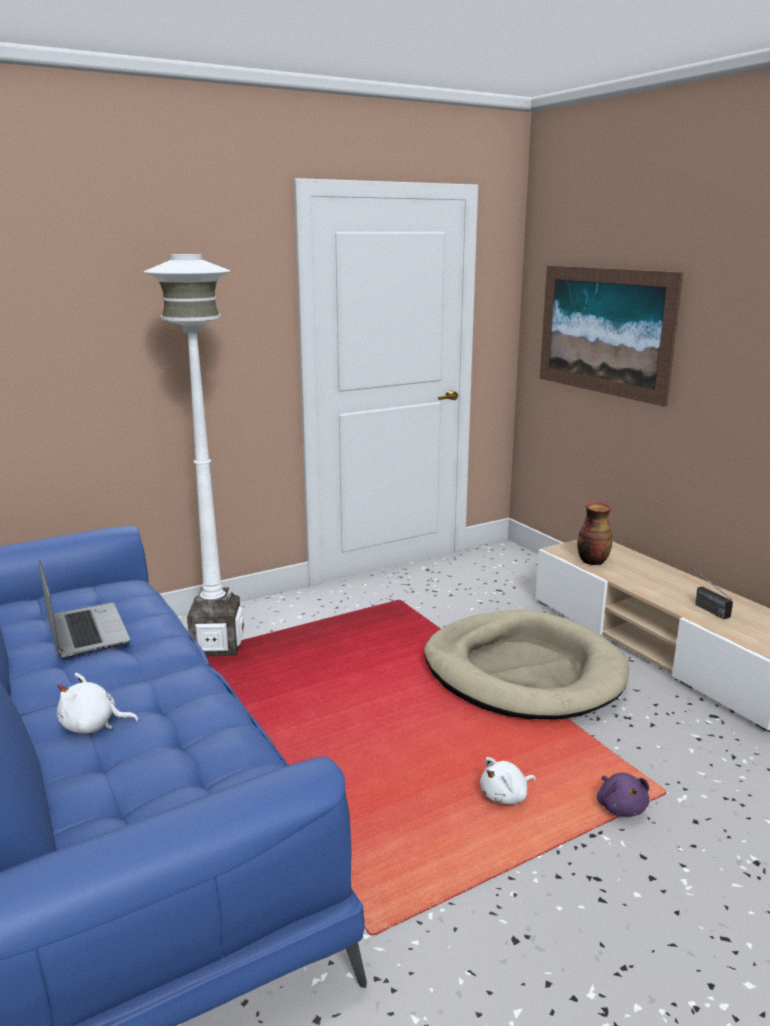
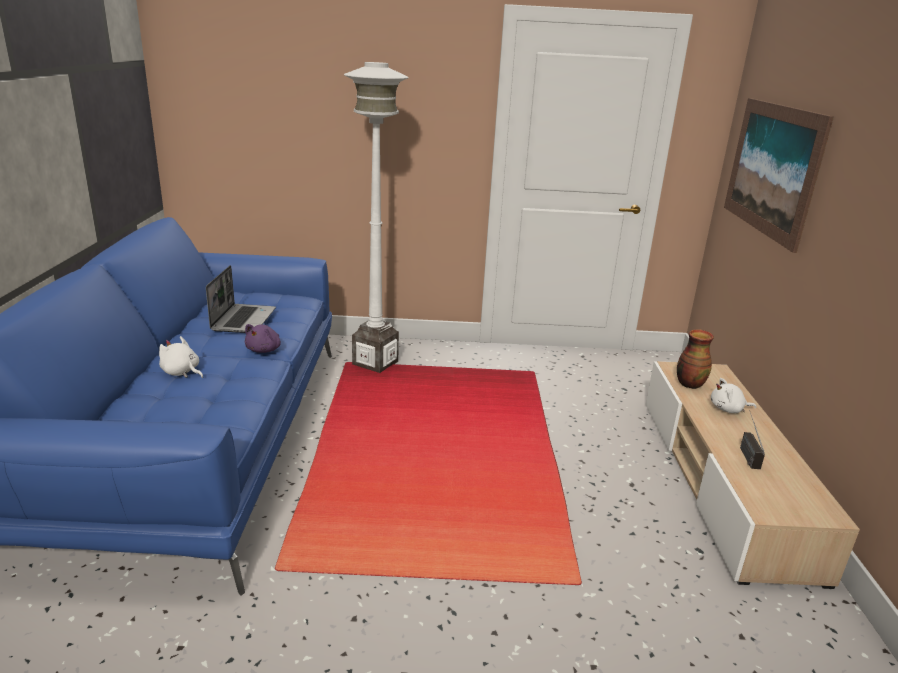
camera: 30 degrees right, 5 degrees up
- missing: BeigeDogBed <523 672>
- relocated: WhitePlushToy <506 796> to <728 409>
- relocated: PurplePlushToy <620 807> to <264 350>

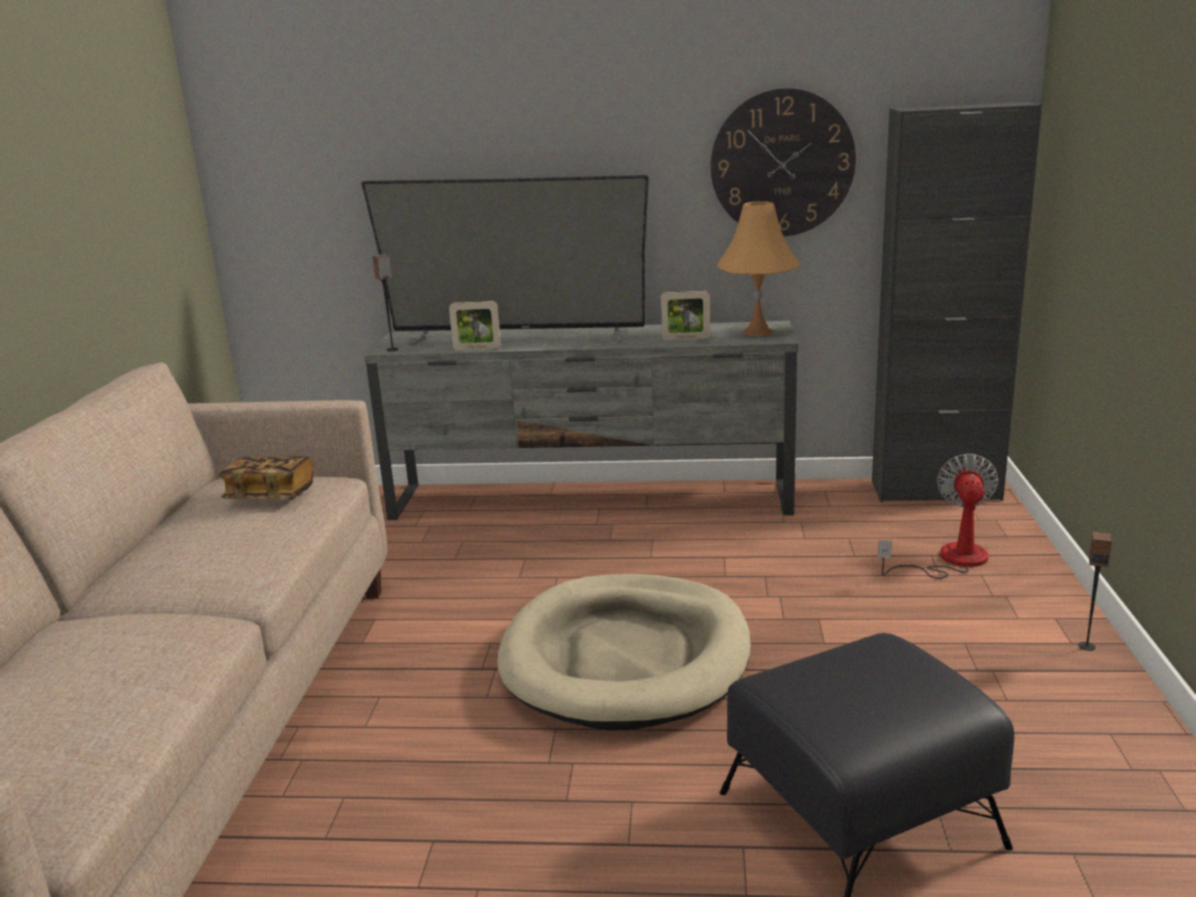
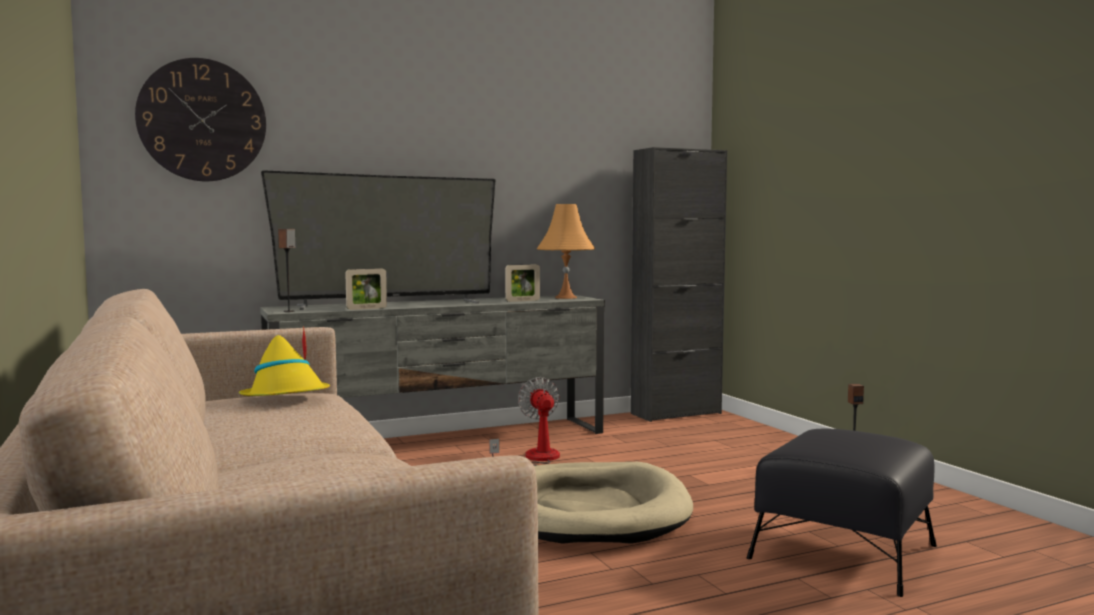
camera: 30 degrees left, 15 degrees down
- exchanged: Book <270 496> to YellowHat <287 397>
- relocated: WallClock <782 163> to <202 120>
- relocated: Fan <950 560> to <534 459>

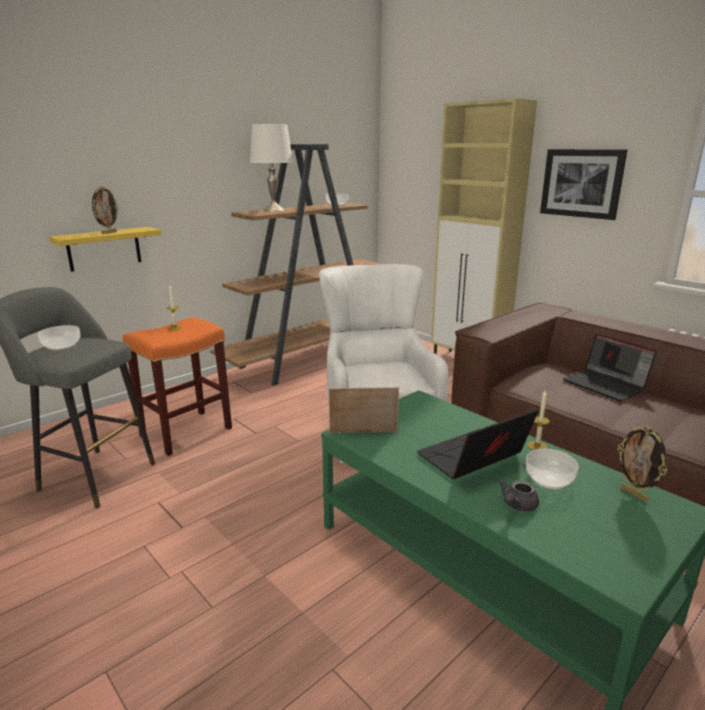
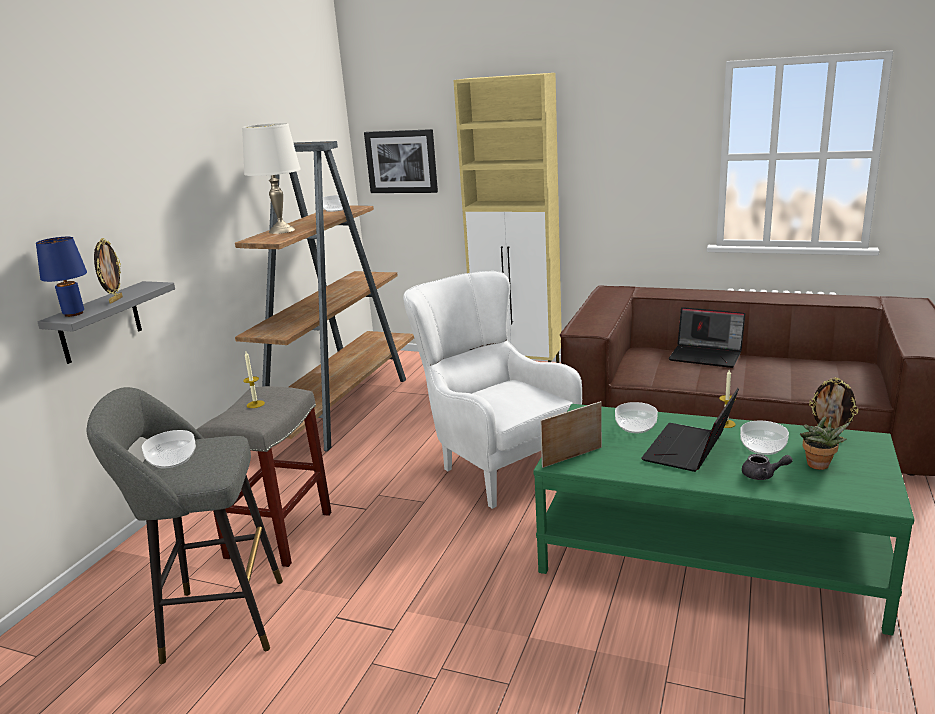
camera: 25 degrees left, 0 degrees up
- colour: YellowShelf <104 249> to GreyShelf <100 323>
- colour: OrangeStool <185 433> to GreyStool <279 535>
- spun: GreyTeapot <517 505> = <763 475> 90 degrees counterclockwise
- relocated: Picture <581 183> to <401 161>
- appeared: BlueTableLamp <73 314>
- appeared: Bowl <635 426>
- appeared: PottedPlant <818 466>

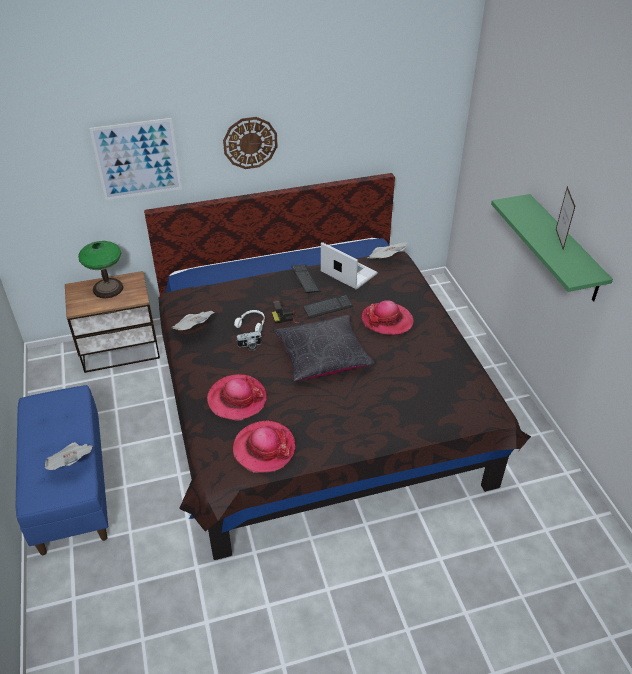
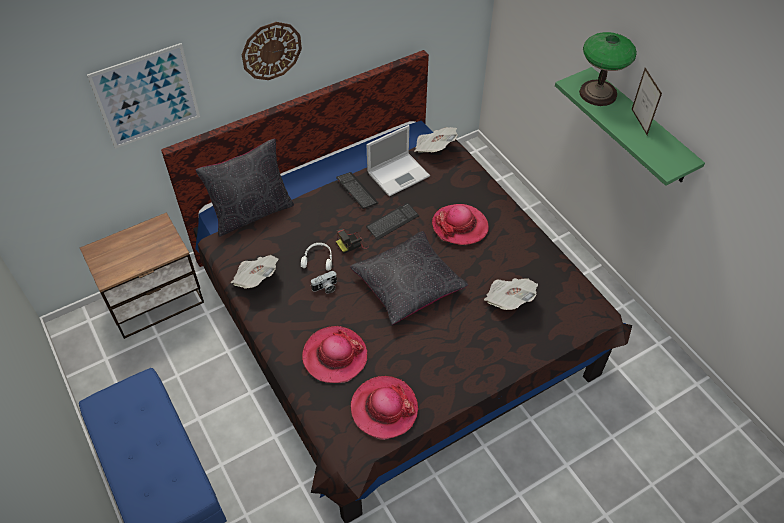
camera: 15 degrees left, 10 degrees up
- relocated: Newspaper <71 463> to <508 300>
- relocated: TableLamp <108 289> to <598 93>
- spun: Laptop <347 273> = <399 174> 120 degrees clockwise
- appeared: BlackPillow <252 212>

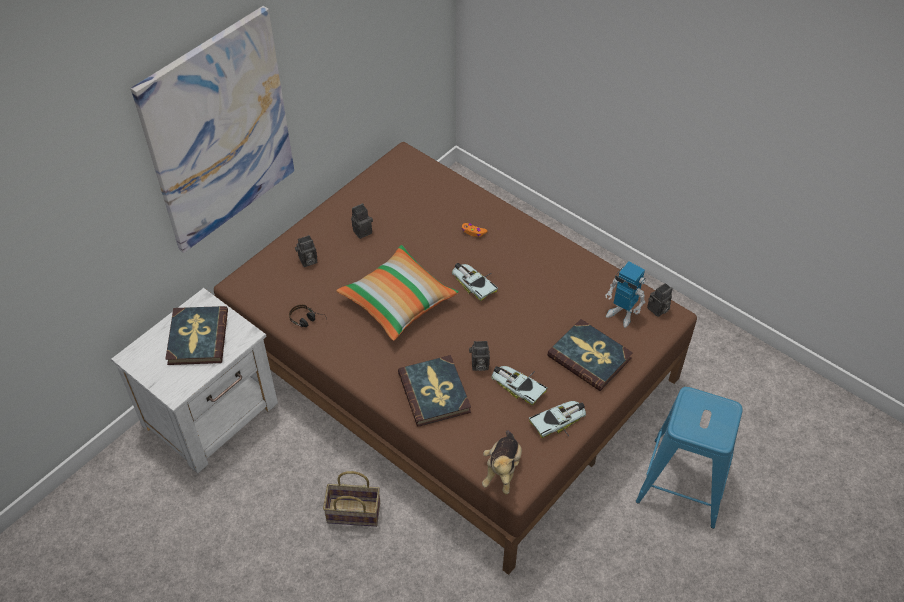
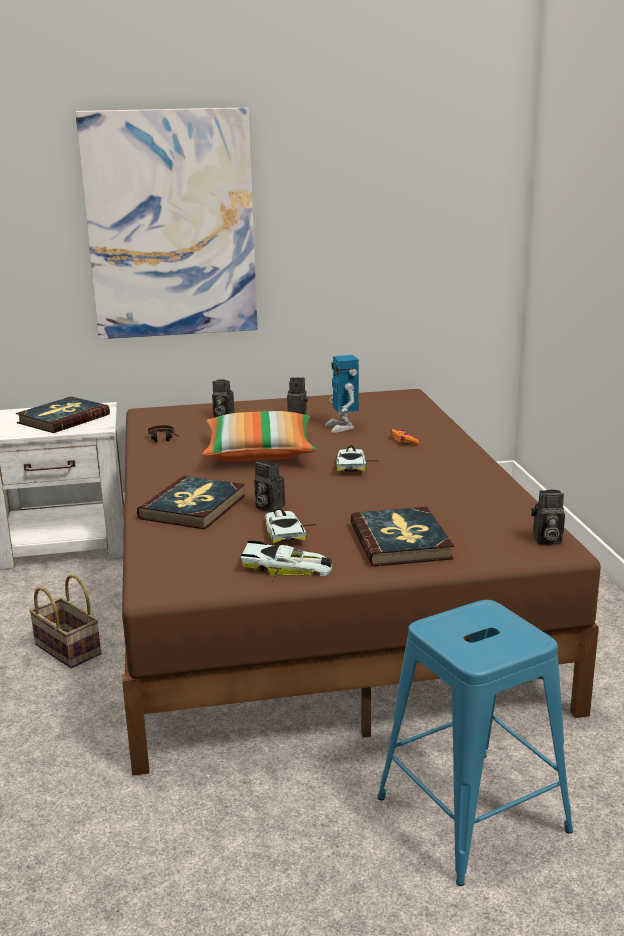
camera: 40 degrees right, 30 degrees down
- missing: PlushToy <502 470>
- relocated: ToyRobot <622 314> to <342 427>

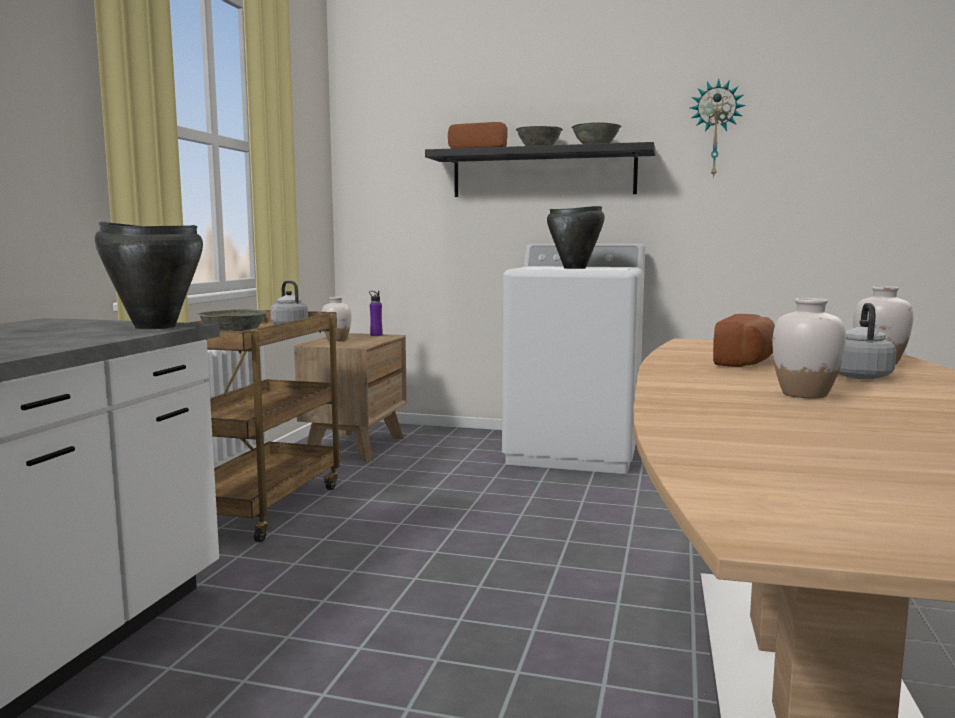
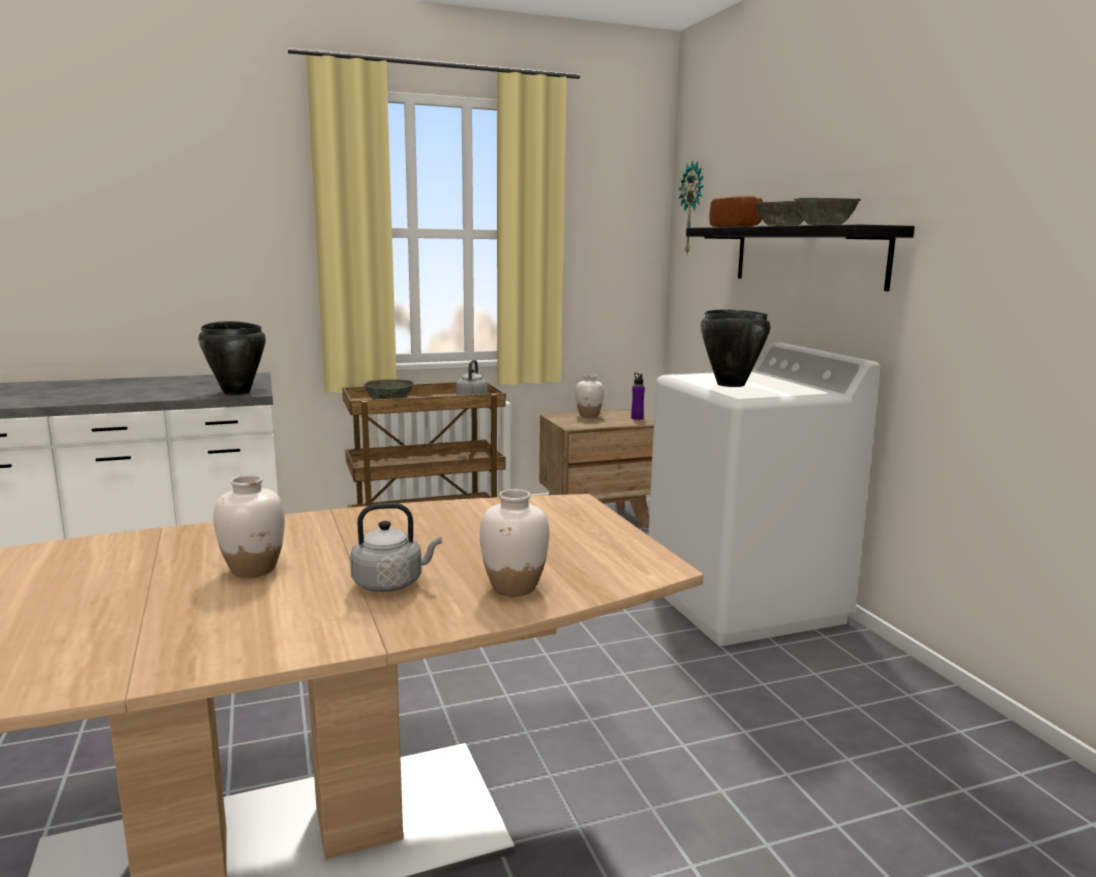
camera: 55 degrees right, 5 degrees up
- relocated: WallClock <715 129> to <693 208>
- missing: Bread <748 361>

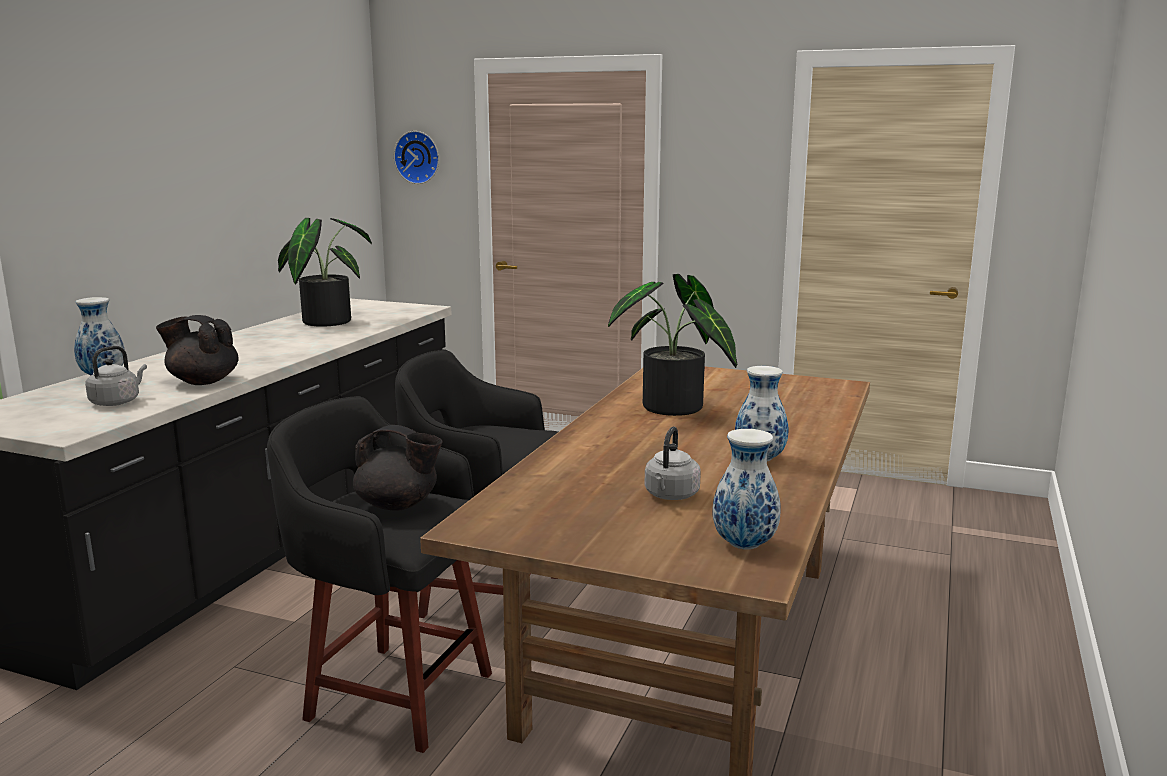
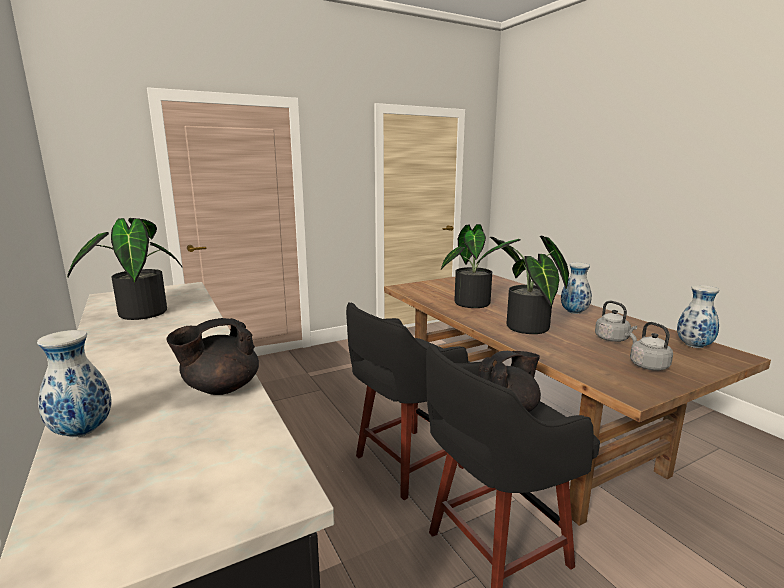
camera: 50 degrees left, 0 degrees up
- relocated: GreyKettle <117 402> to <647 365>
- missing: WallClock <418 157>
- appeared: PottedPlant <525 329>

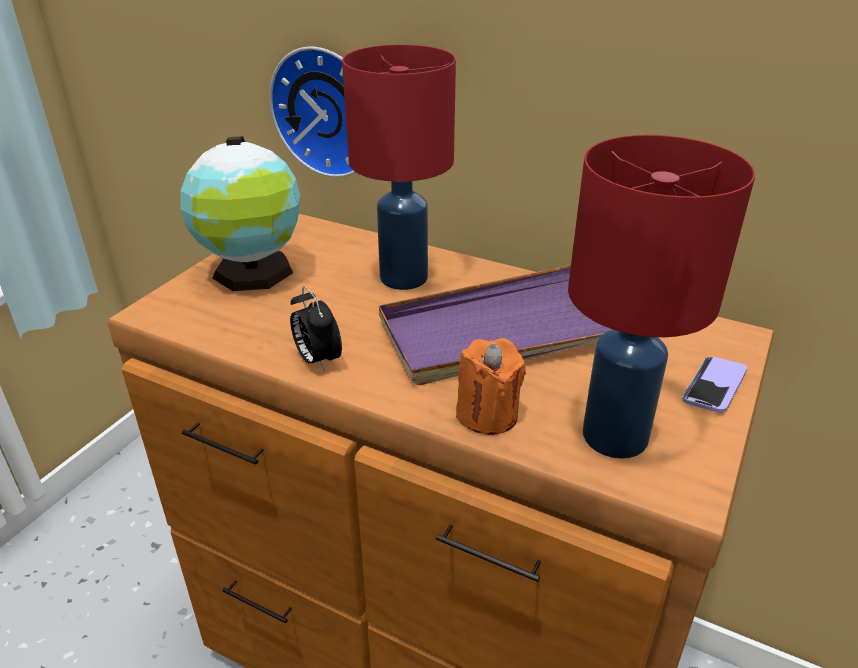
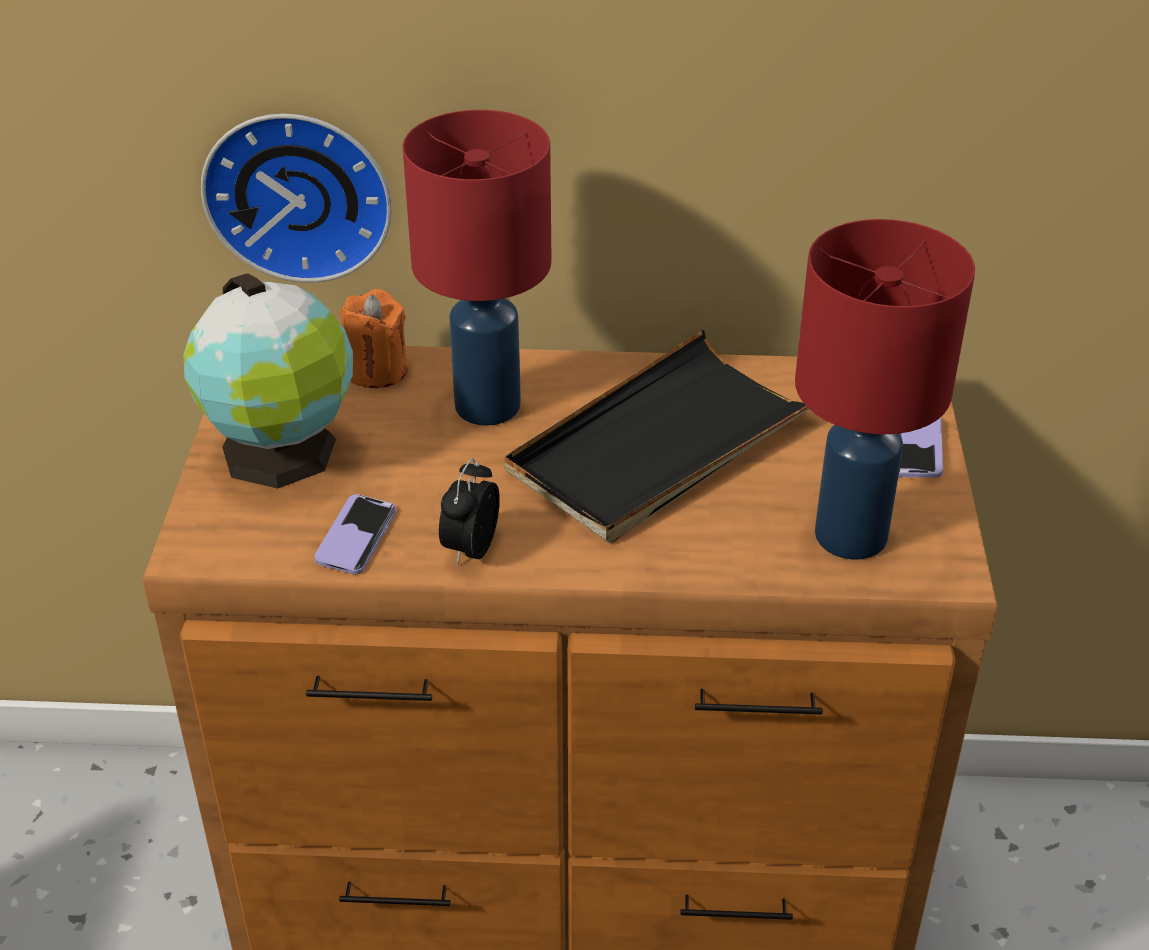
camera: 25 degrees left, 5 degrees up
- spun: AlarmClock <317 360> = <470 548> 75 degrees clockwise
- colour: PurpleTray <504 331> to BlackTray <660 445>
- relocated: OrangeCandle <487 415> to <376 370>
- appeared: Phone <356 537>

